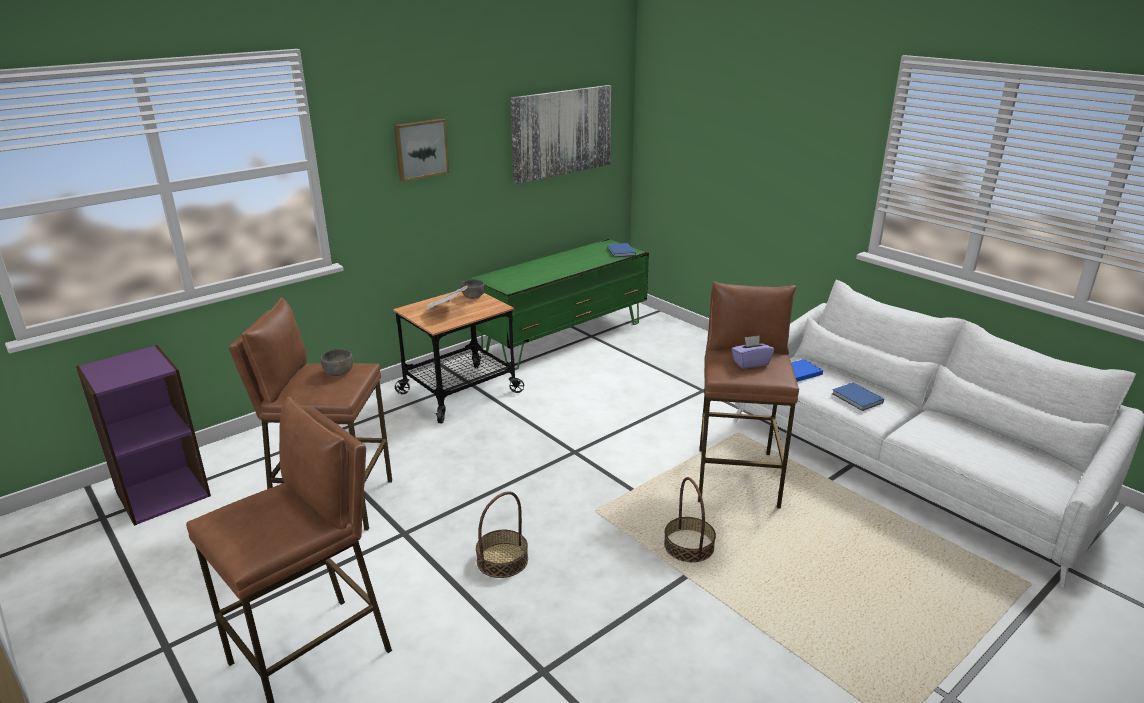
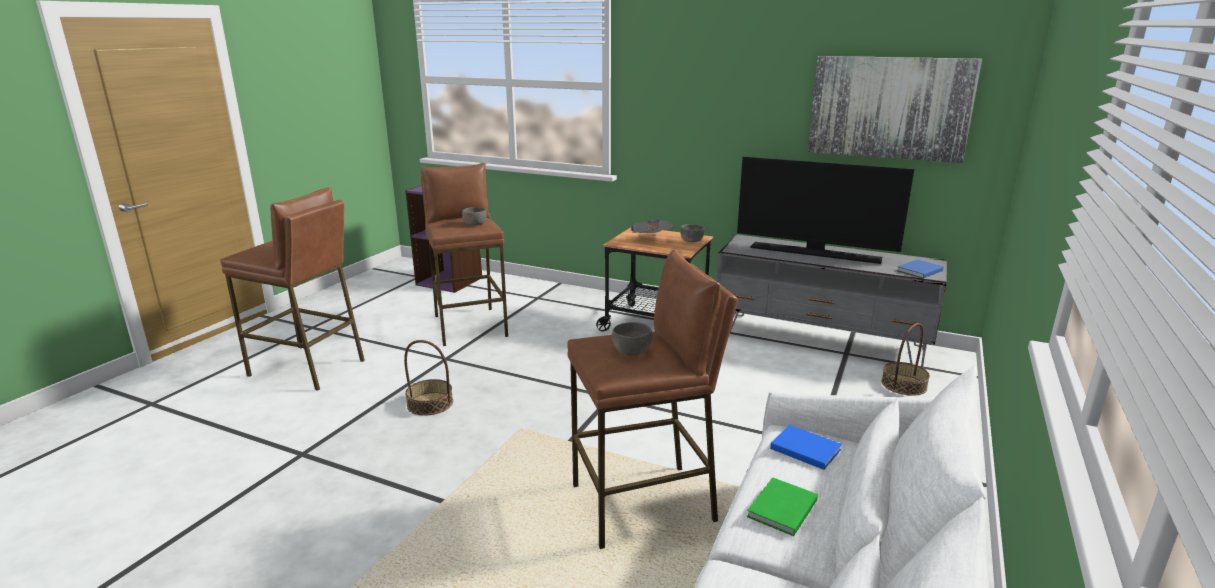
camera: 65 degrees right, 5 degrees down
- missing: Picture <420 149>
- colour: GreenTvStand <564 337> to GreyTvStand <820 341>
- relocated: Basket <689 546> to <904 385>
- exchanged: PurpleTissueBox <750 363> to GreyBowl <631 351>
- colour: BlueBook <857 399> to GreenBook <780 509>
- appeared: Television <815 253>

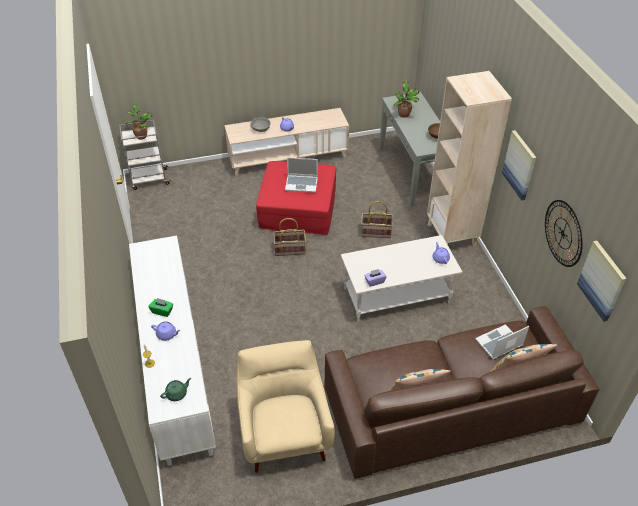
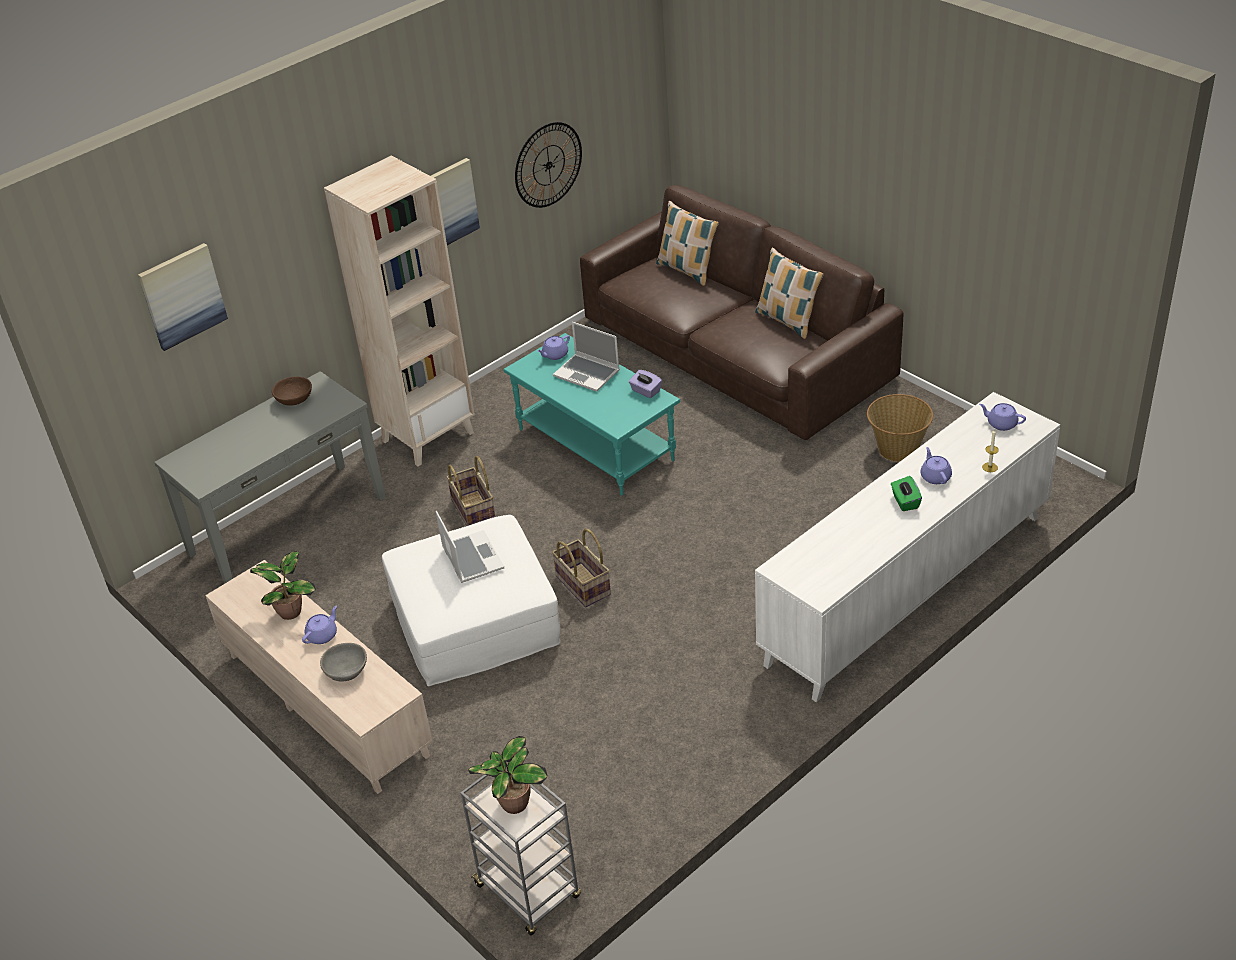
camera: 115 degrees left, 5 degrees down
- colour: GreenTeapot <177 394> to PurpleTeapot <1001 424>
- exchanged: BeigeArmchair <284 433> to Basket <897 449>
- colour: RedOttoman <298 208> to WhiteOttoman <474 621>
- colour: WhiteCoffeeTable <396 296> to TurquoiseCoffeeTable <597 444>
- relocated: PottedPlant <404 115> to <291 611>
- relocated: Laptop <498 343> to <588 373>
- relocated: Picture <602 280> to <182 296>

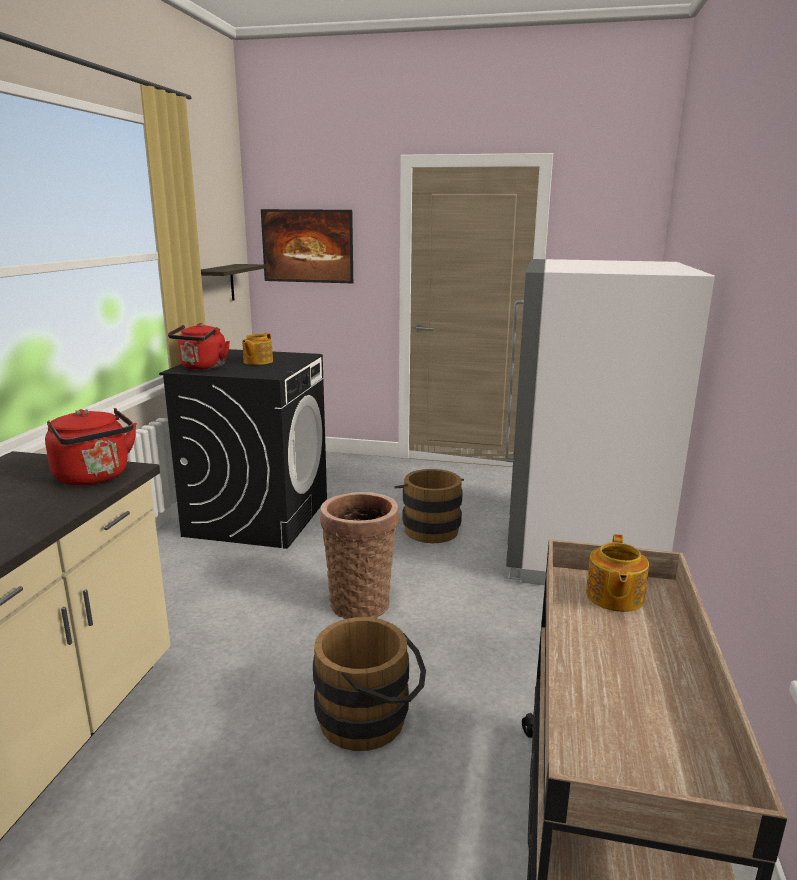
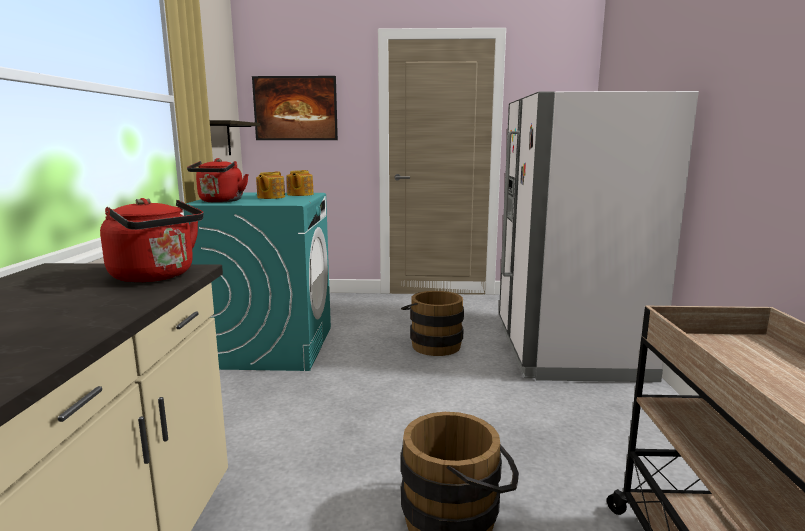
camera: 10 degrees left, 5 degrees down
- colour: BlackWashingMachine <258 516> to TurquoiseWashingMachine <271 346>
- missing: Basket <360 601>
- relocated: Teapot <613 597> to <299 194>

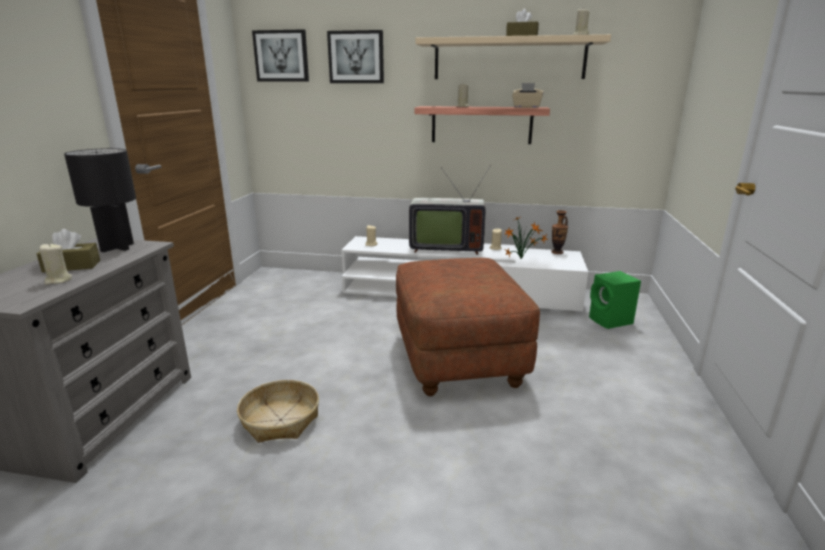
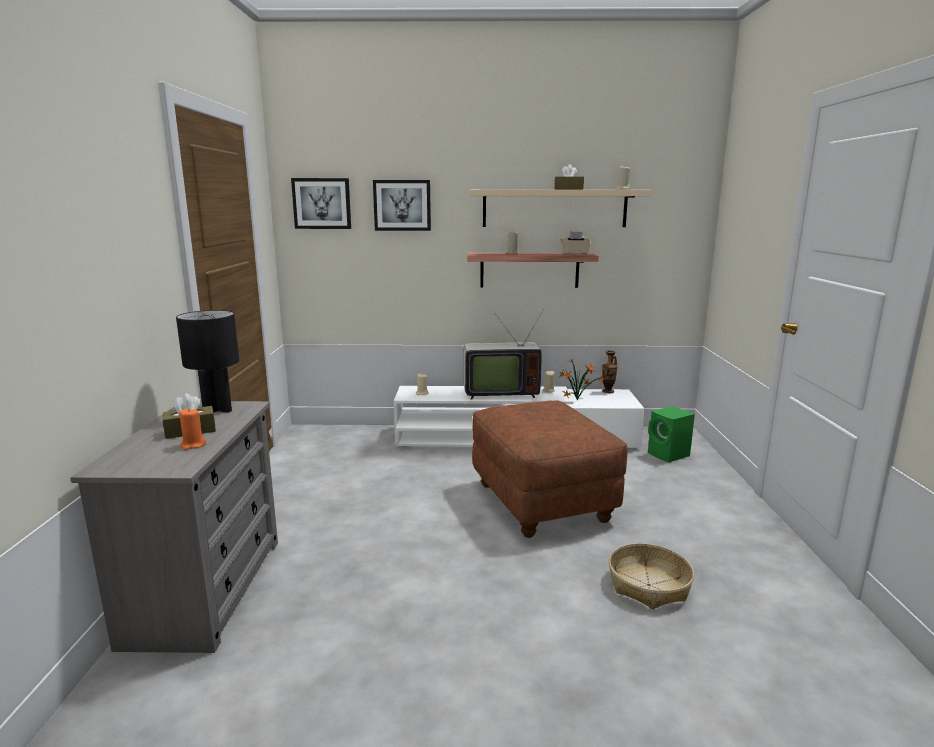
camera: 10 degrees left, 5 degrees down
- colour: BeigeCandle <58 280> to OrangeCandle <193 445>
- relocated: Basket <281 420> to <649 585>

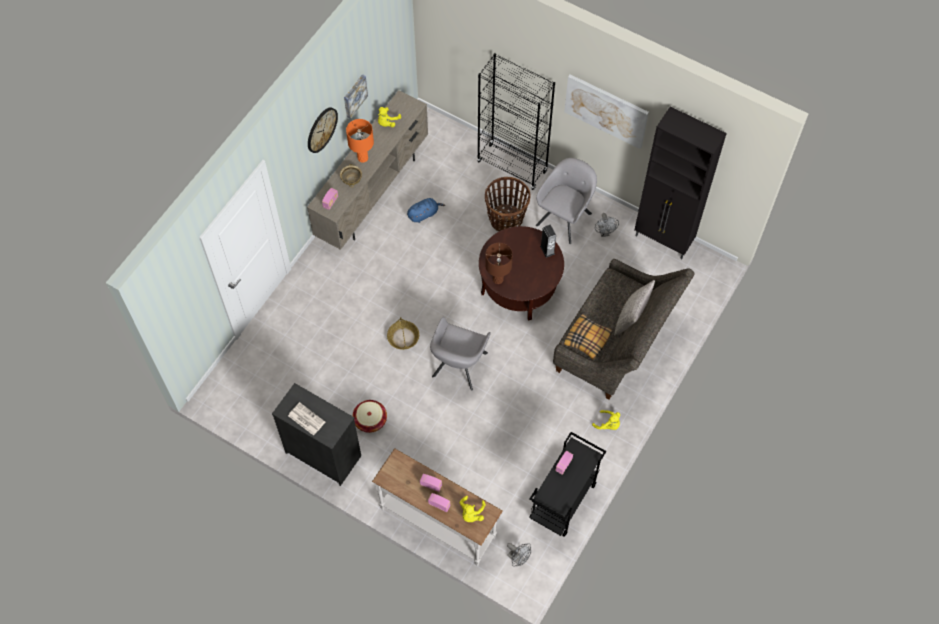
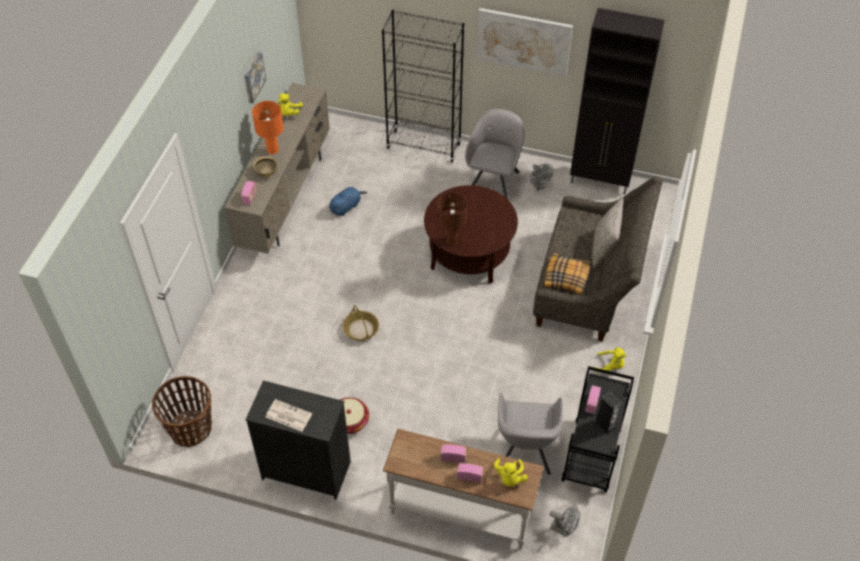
camera: 15 degrees left, 10 degrees down
- missing: WallClock <321 129>
- relocated: GreyArmchair <458 367> to <525 451>
- relocated: Basket <506 219> to <190 428>
- relocated: Speaker <547 250> to <605 424>

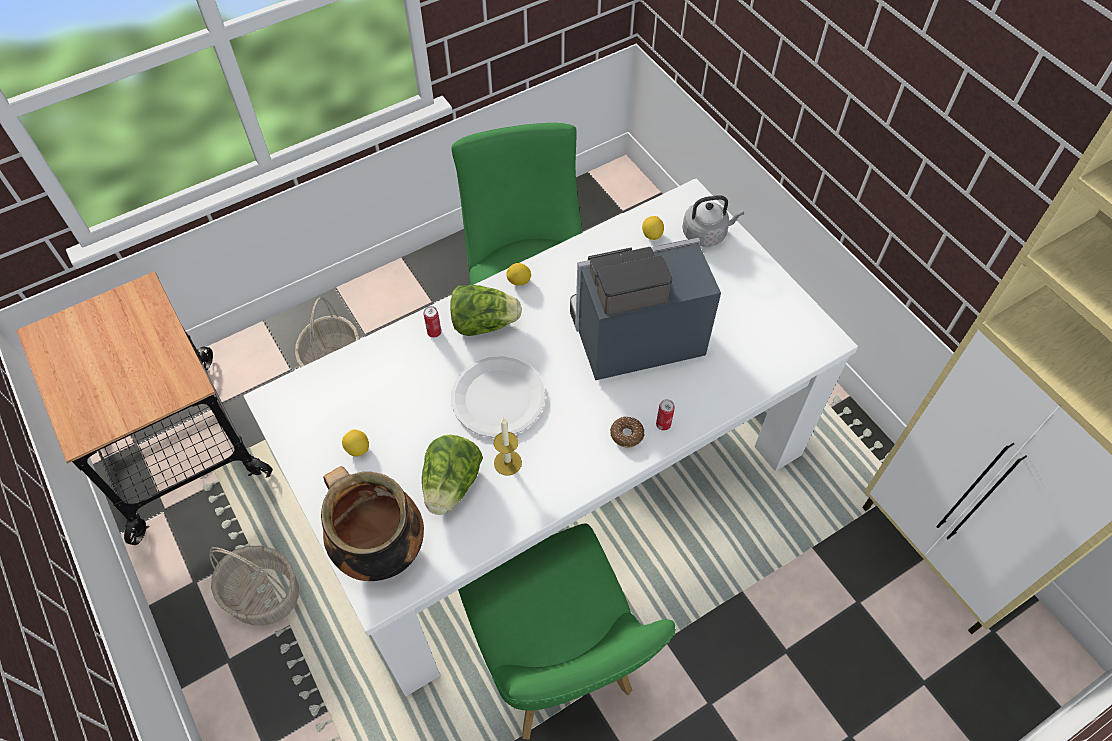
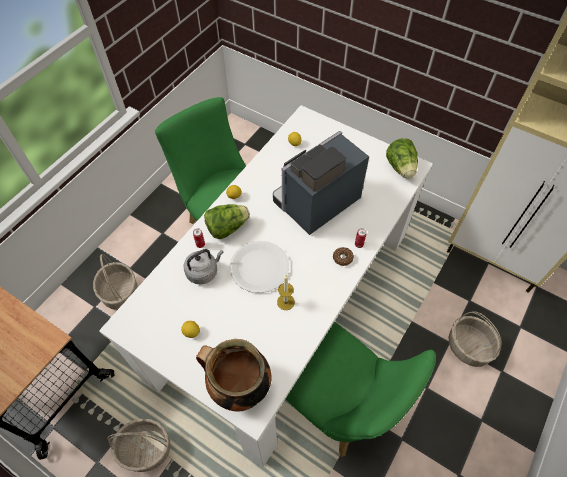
camera: 25 degrees left, 0 degrees up
- relocated: Lettuce <452 485> to <401 168>
- relocated: GreyKettle <706 233> to <204 271>
- appeared: Basket <468 347>

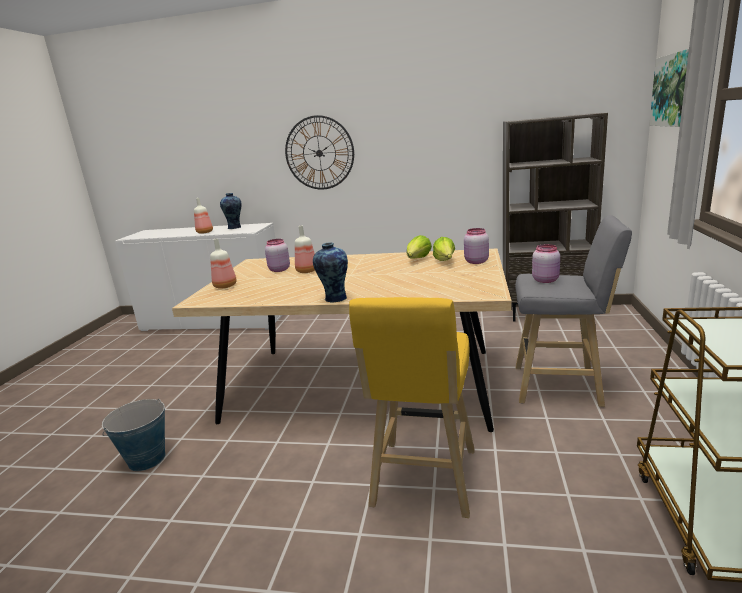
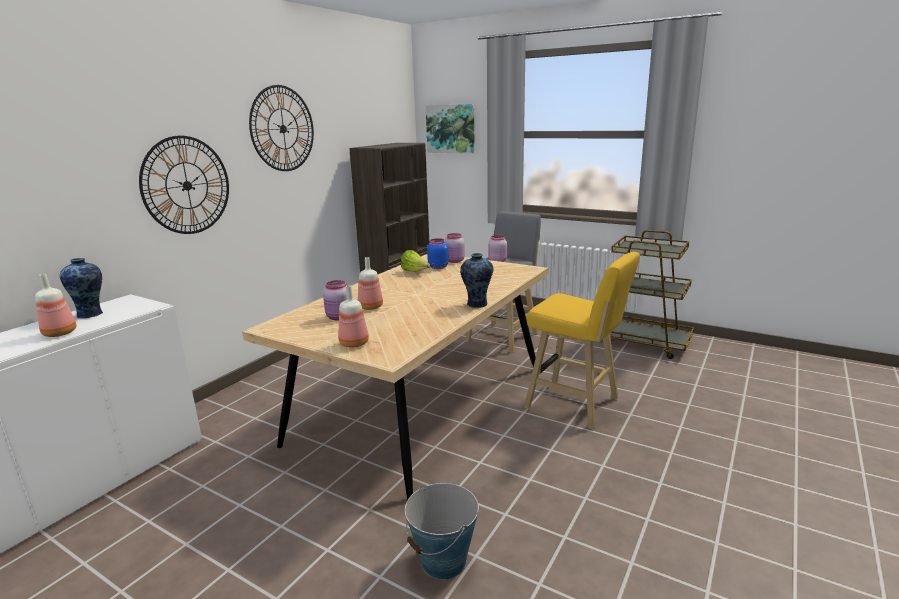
camera: 70 degrees left, 0 degrees up
- exchanged: Lettuce <445 262> to BlueJar <438 267>
- appeared: WallClock <283 129>

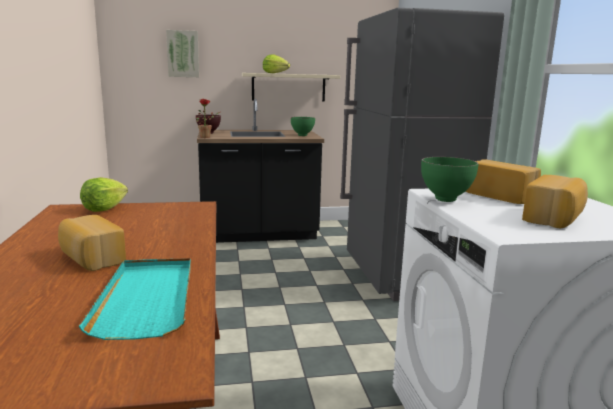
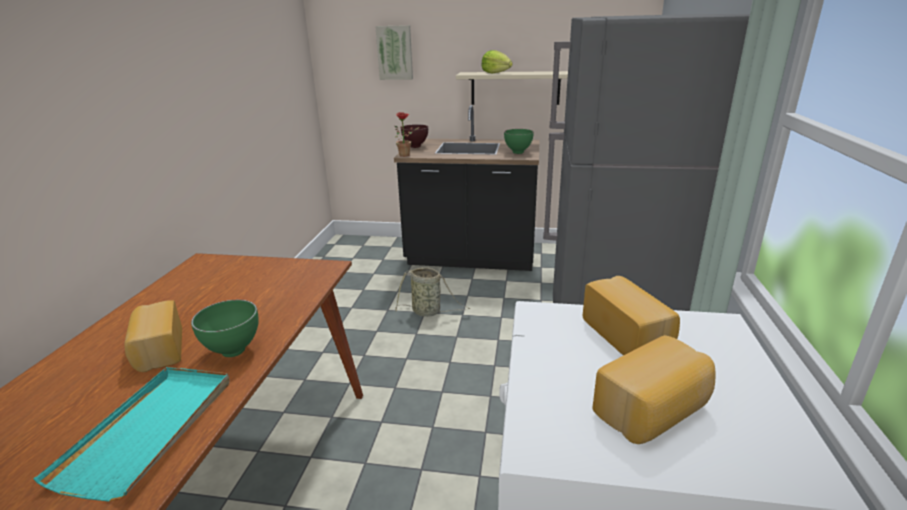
camera: 20 degrees right, 10 degrees up
- missing: Lettuce <104 208>
- relocated: GreenBowl <446 200> to <233 352>
- appeared: Basket <428 312>

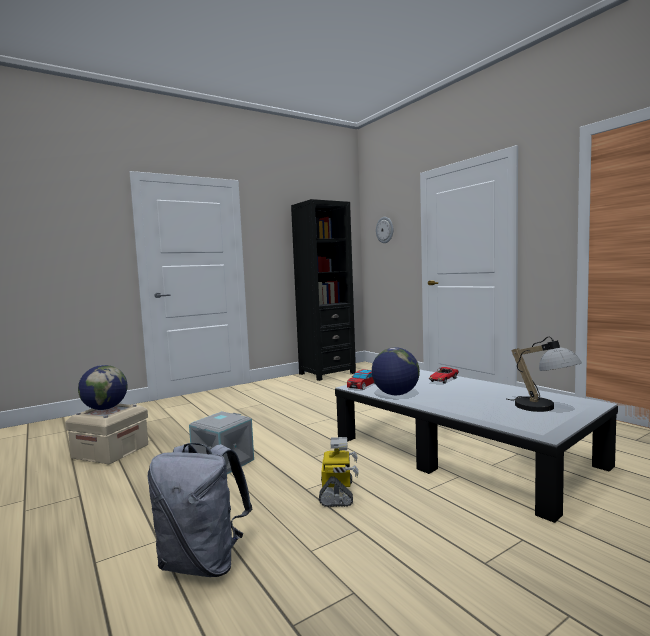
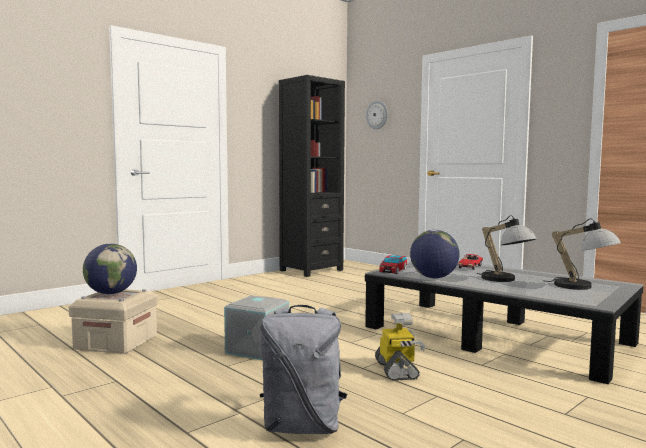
camera: 10 degrees left, 0 degrees up
- appeared: TableLamp <505 280>

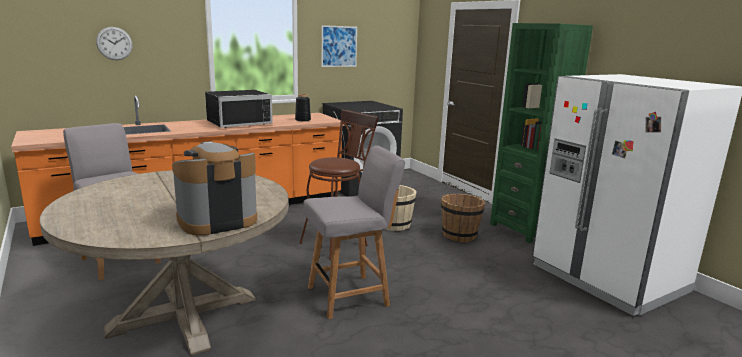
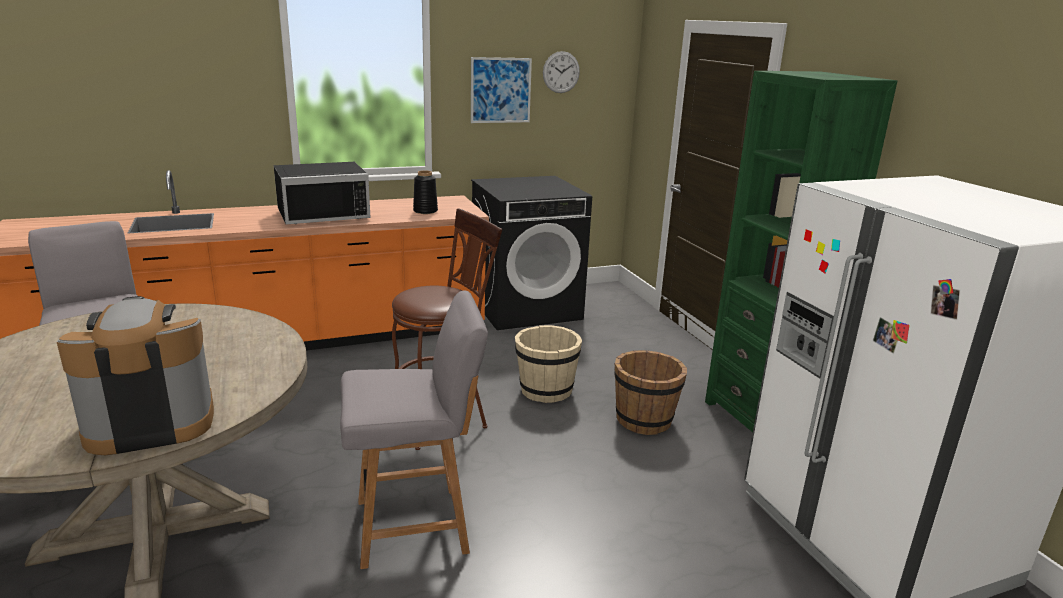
camera: 10 degrees right, 5 degrees up
- relocated: WallClock <114 43> to <561 72>

